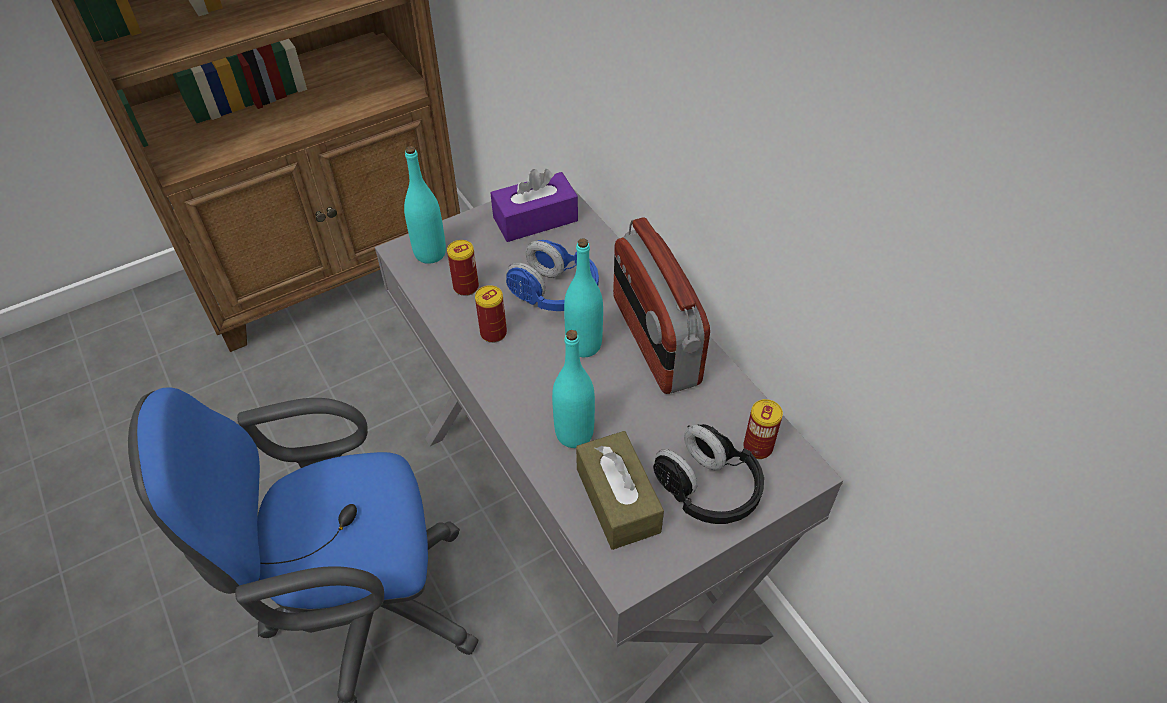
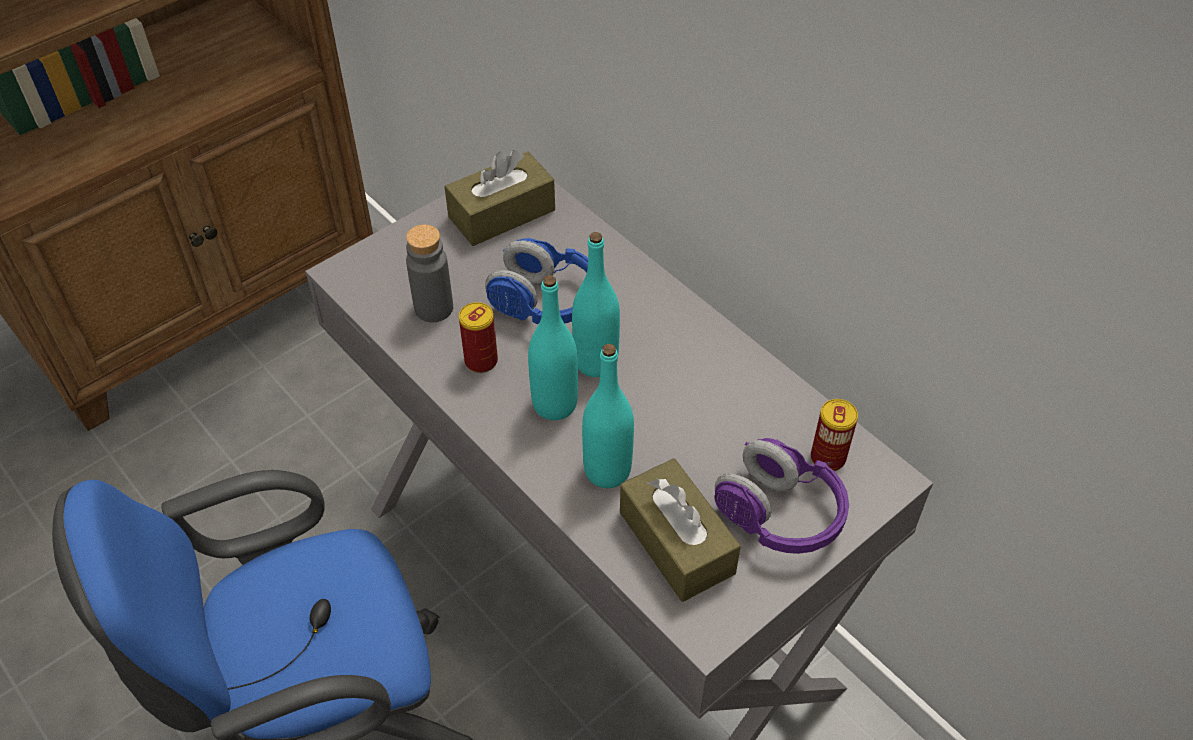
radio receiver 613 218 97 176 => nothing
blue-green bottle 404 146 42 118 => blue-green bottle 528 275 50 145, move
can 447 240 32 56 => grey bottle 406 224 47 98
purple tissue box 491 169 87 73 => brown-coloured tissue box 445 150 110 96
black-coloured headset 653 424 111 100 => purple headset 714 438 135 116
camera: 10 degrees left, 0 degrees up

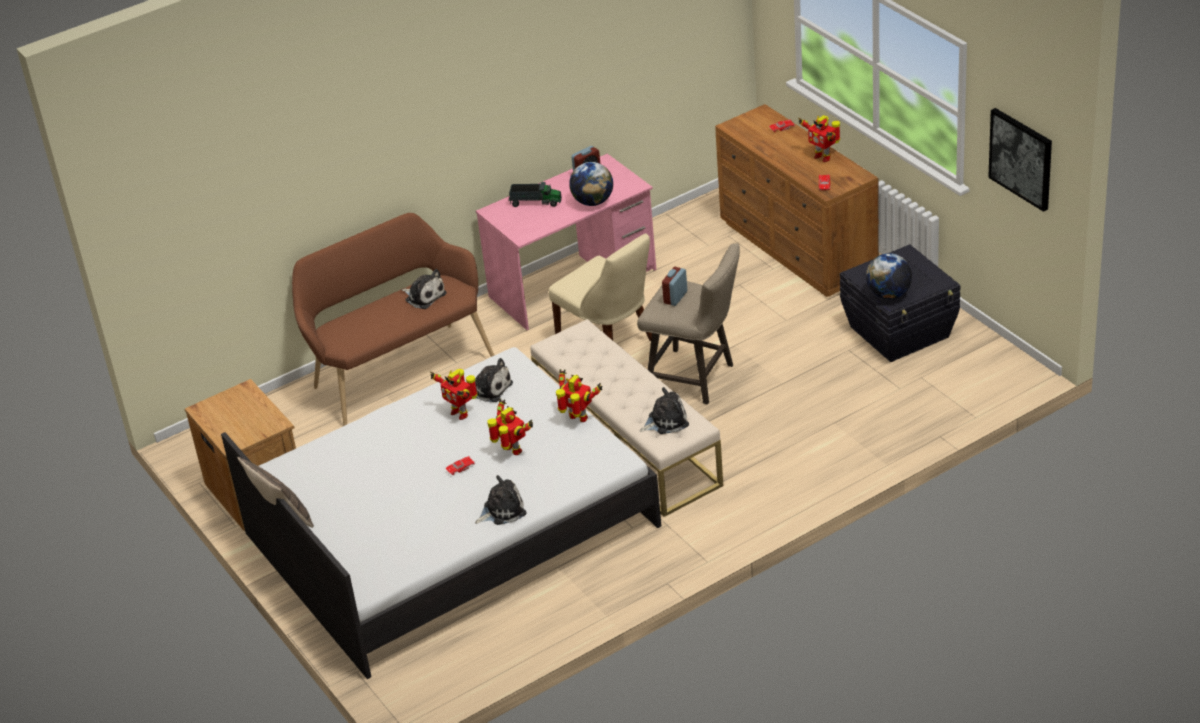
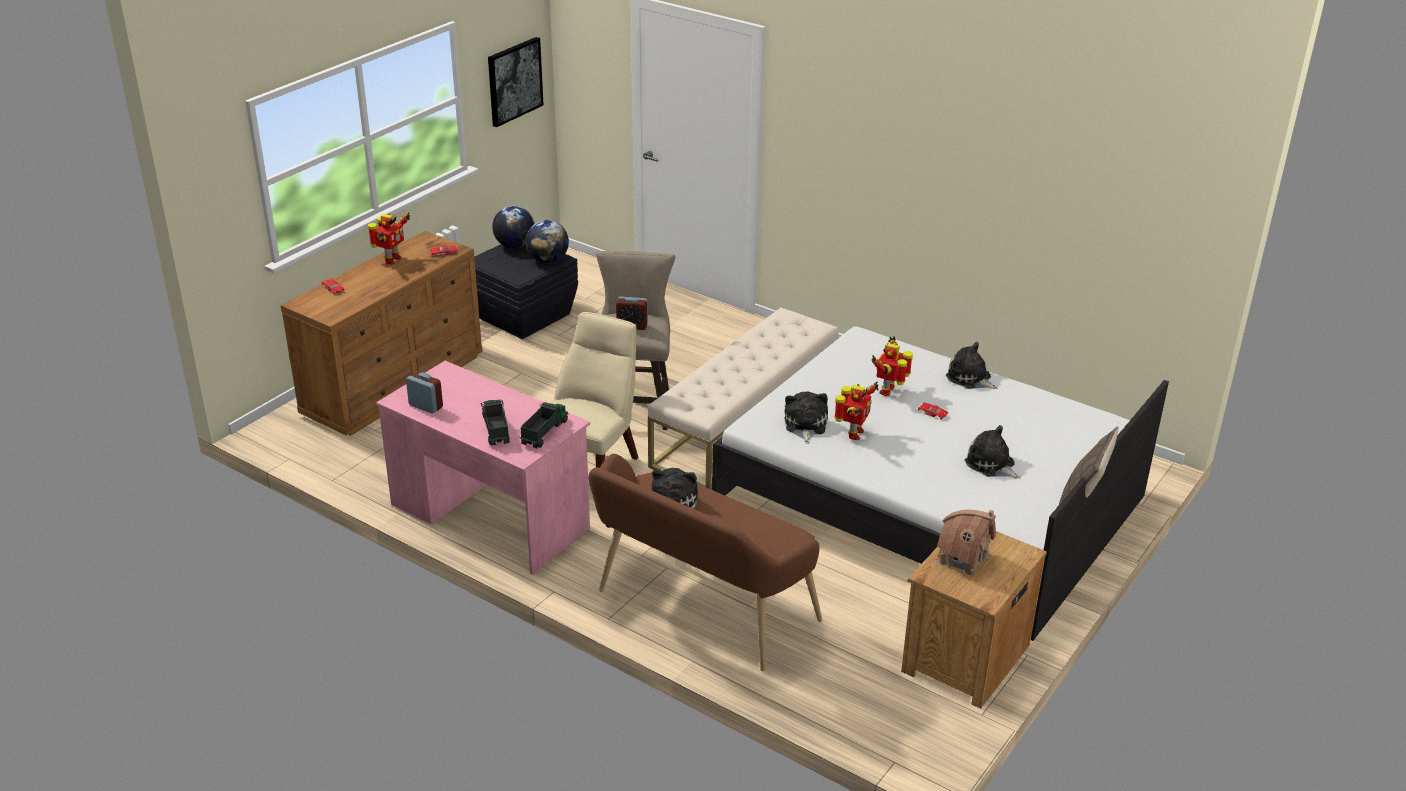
toy robot 556 369 46 53 => nothing
nothing => toy truck 520 402 48 46
nothing => miniature house 937 509 59 68
desk globe 569 162 44 44 => desk globe 492 206 43 42, move
soft toy 640 387 49 47 => soft toy 965 425 56 54, move
camera: 115 degrees left, 5 degrees down

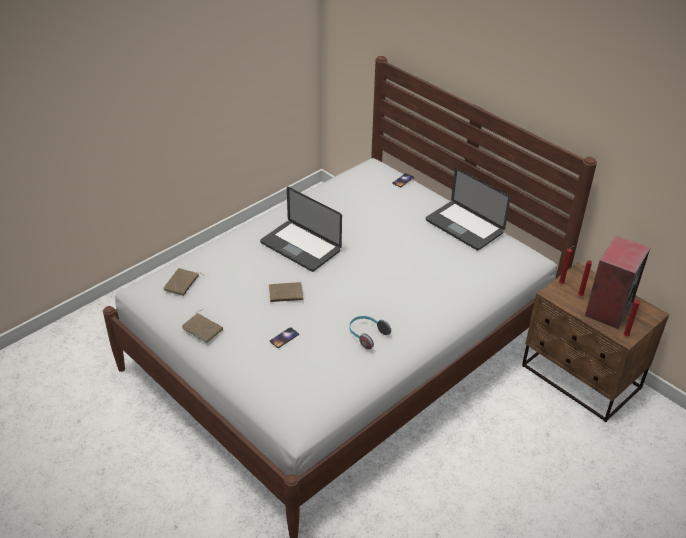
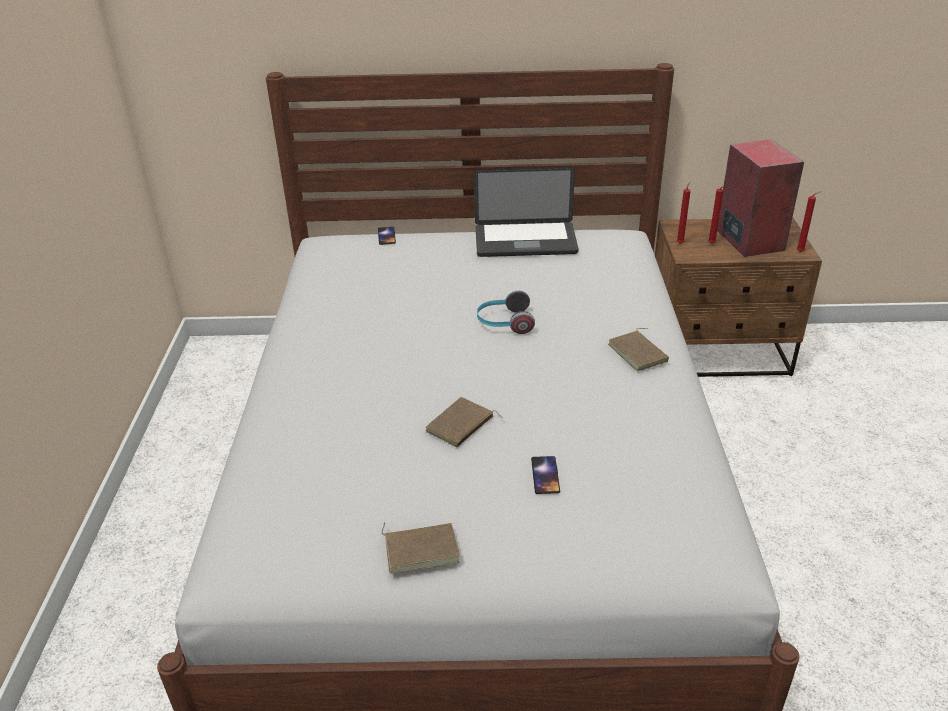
portable computer 260 187 82 85 => nothing
brown-coloured bound book 164 268 41 28 => brown-coloured bound book 608 328 61 43, move
headset 349 316 42 33 => headset 477 291 58 43, move
camera: 45 degrees left, 5 degrees down

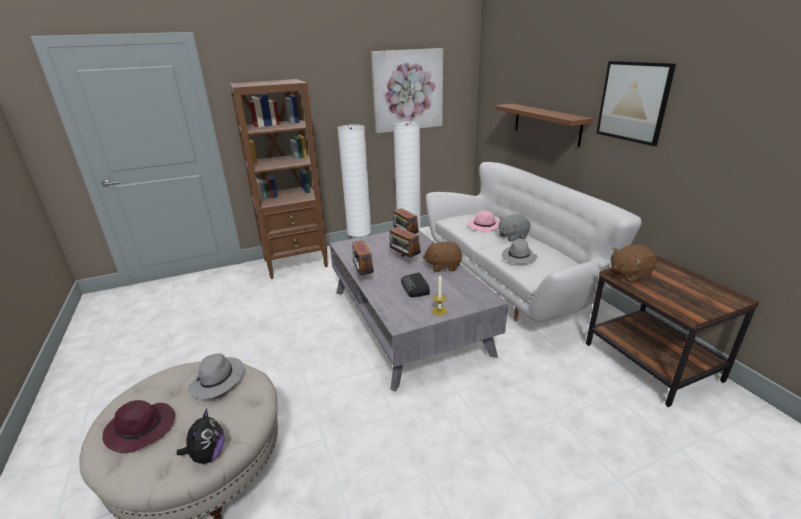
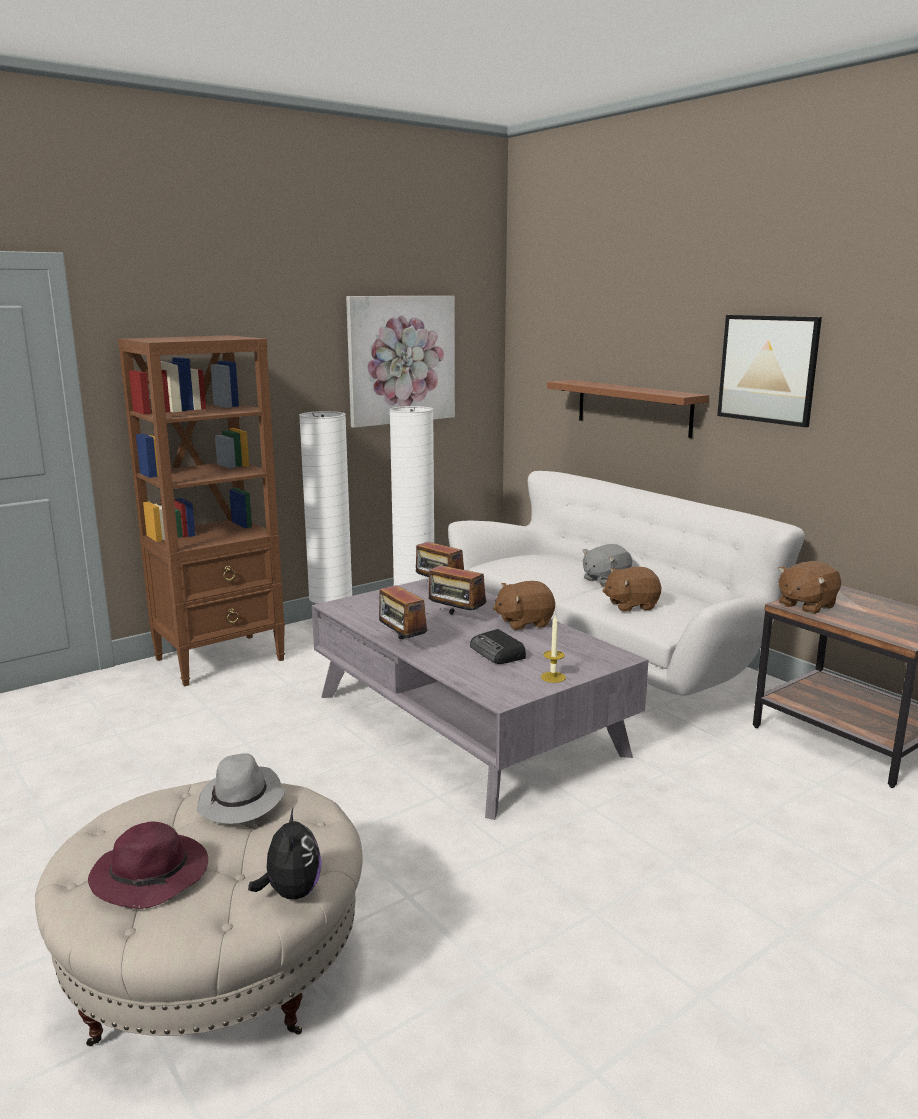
pink-coloured hat 468 211 31 21 => nothing
grey hat 502 239 35 25 => brown-coloured soft toy 603 567 59 45
camera: 15 degrees left, 10 degrees down

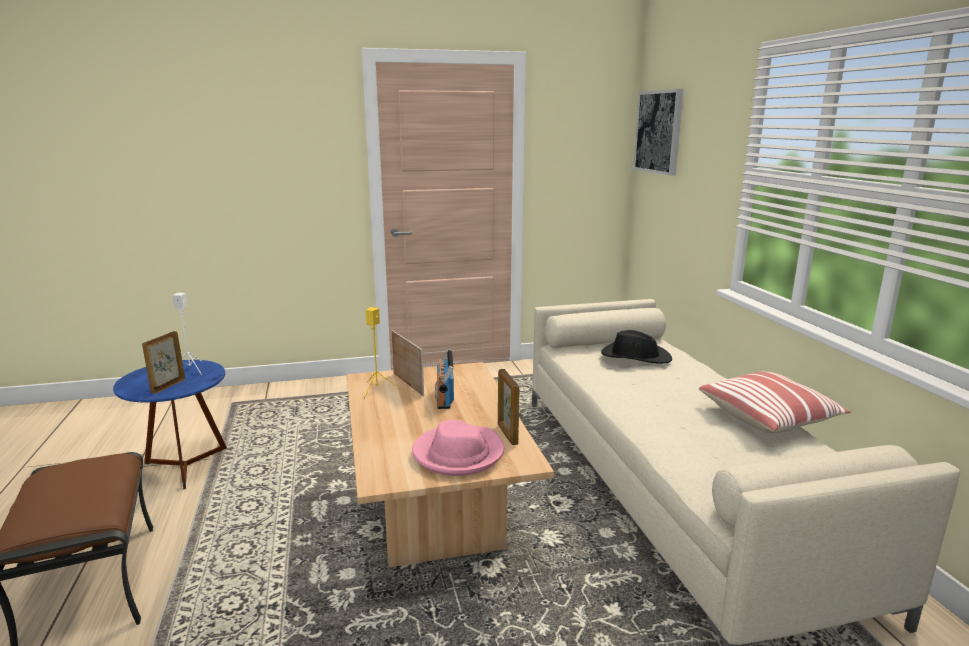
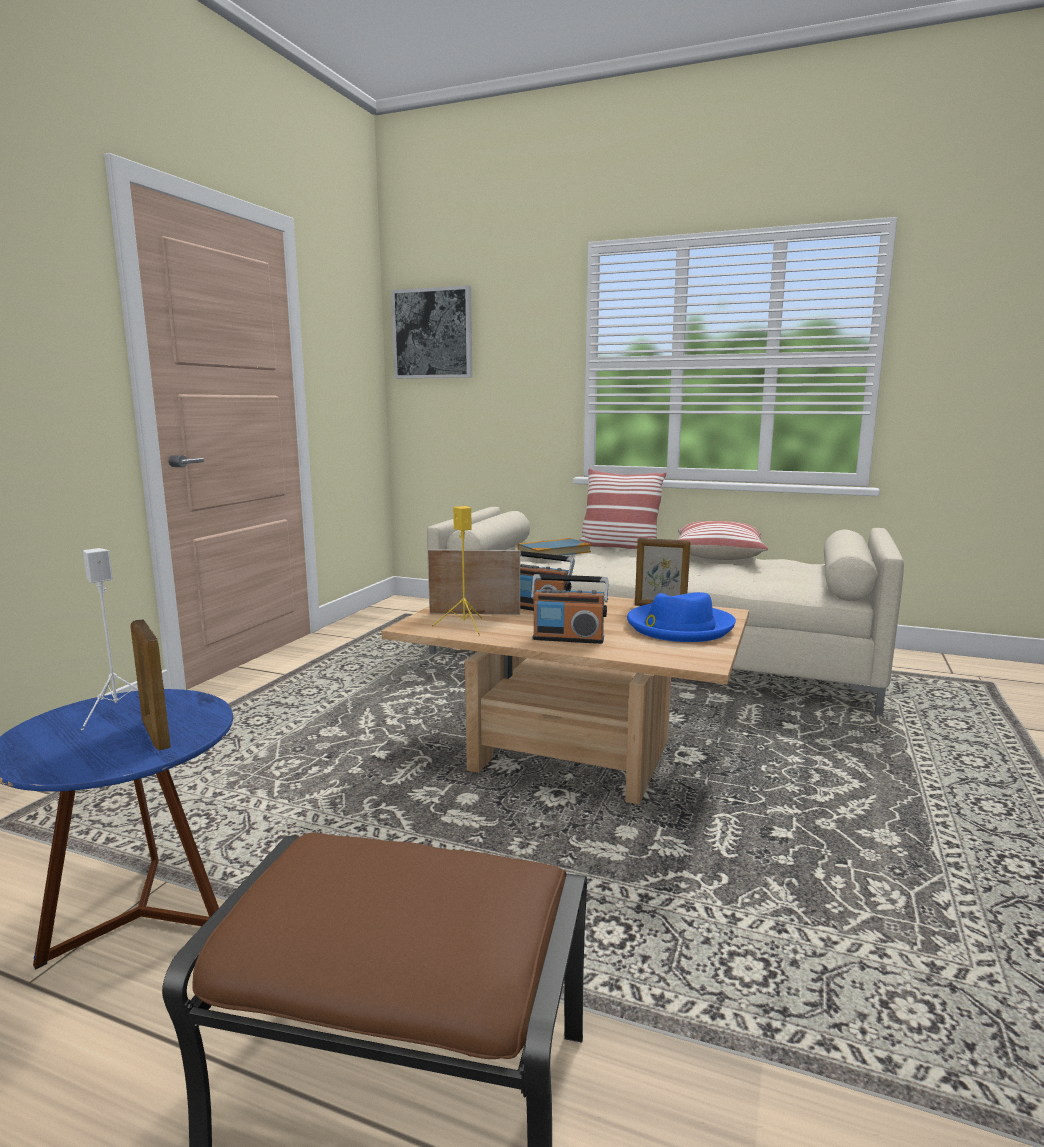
nothing => radio receiver 531 574 78 70
nothing => throw pillow 579 469 87 80
black-coloured hat 601 330 71 34 => bound book 518 538 73 21
pink-coloured hat 412 420 92 56 => bluish hat 627 592 109 50
camera: 55 degrees left, 5 degrees down

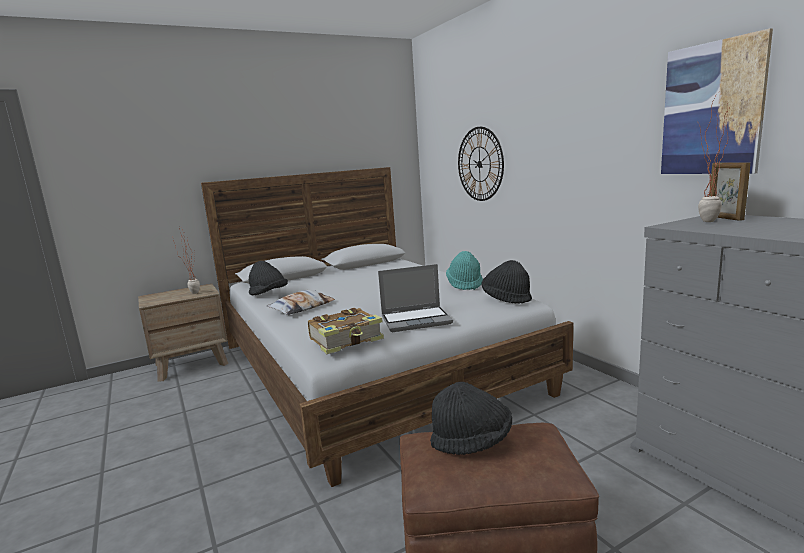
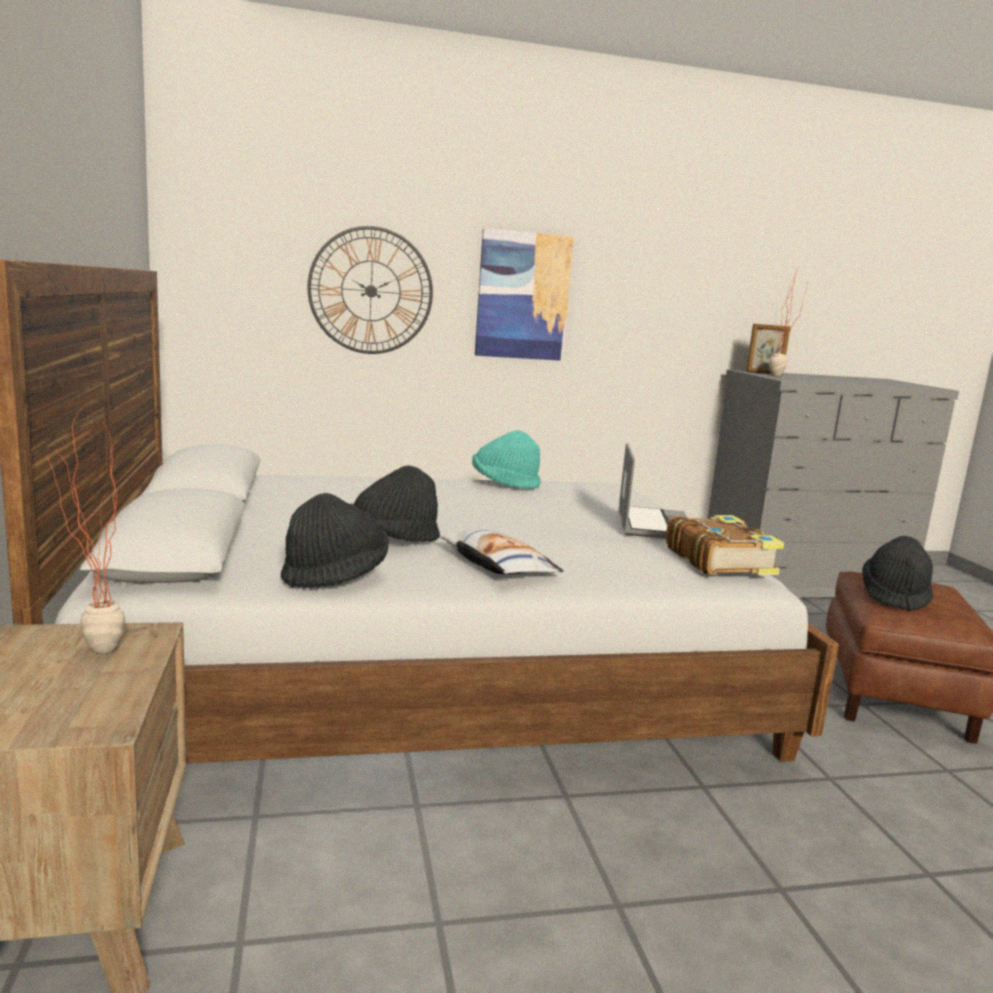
black-coloured hat 482 260 50 44 => black-coloured hat 351 465 89 77, move
wall art 661 28 112 146 => wall art 475 228 99 133, move
camera: 75 degrees left, 0 degrees up

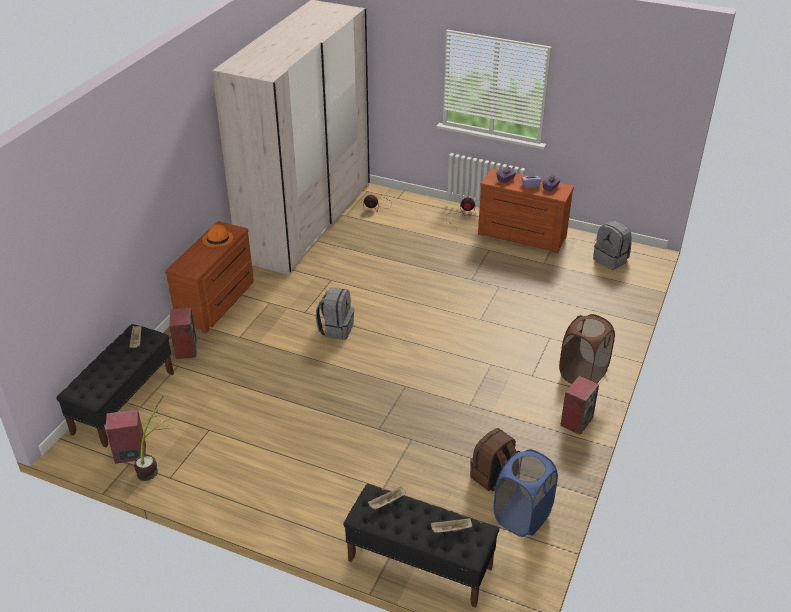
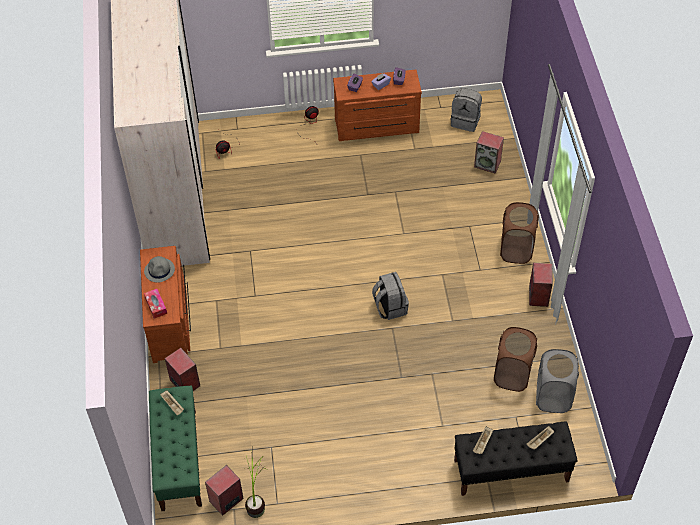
nothing => tissue box 144 289 23 29
nothing => audio speaker 474 131 30 43
grey backpack 316 287 38 53 => grey backpack 372 272 37 48, move
brown-coloured backpack 470 428 46 63 => brown-coloured hamper 494 327 43 65
black-coloured bench 56 324 118 123 => greenish bench 149 386 53 125
orange-coloured hat 202 224 31 23 => grey hat 144 256 31 27
bluish hamper 493 449 65 88 => grey hamper 536 349 43 64
camera: 30 degrees left, 15 degrees up

